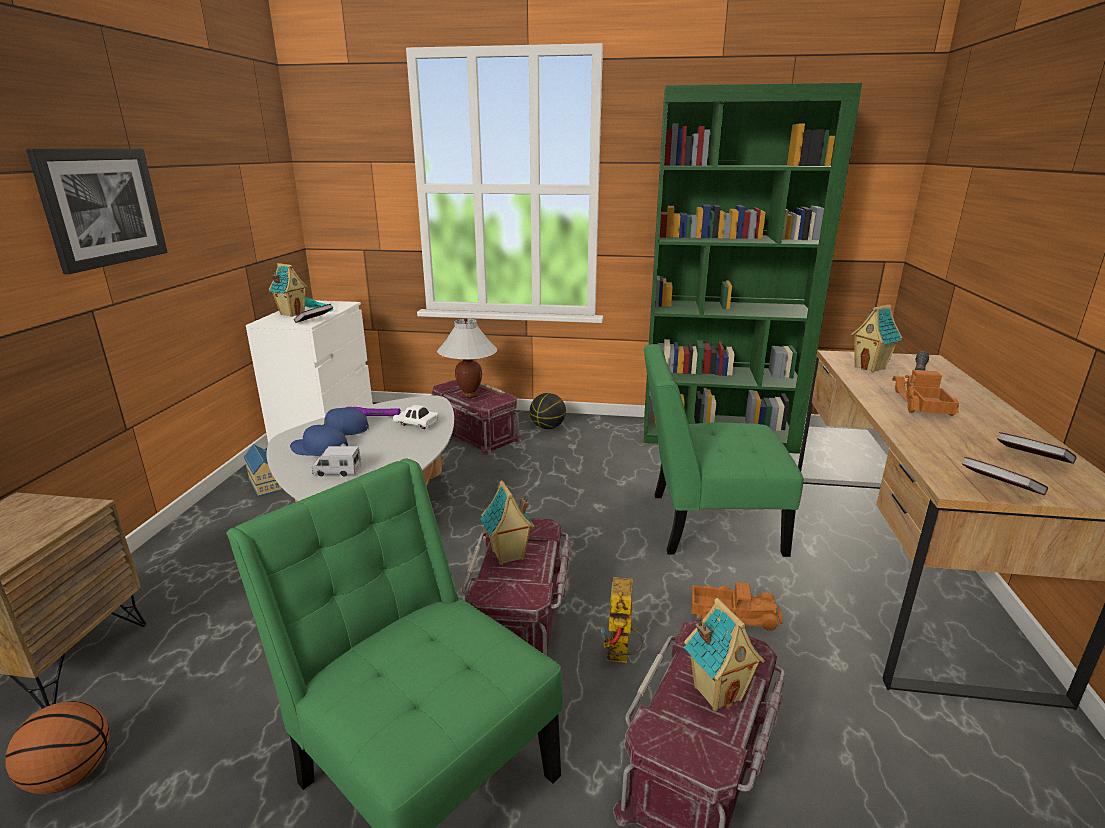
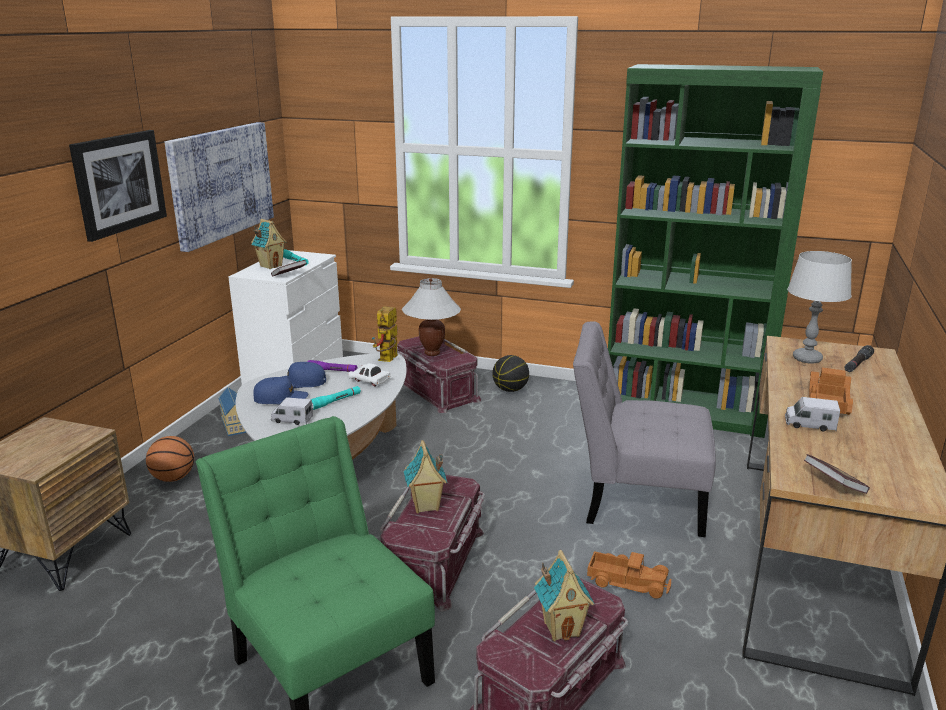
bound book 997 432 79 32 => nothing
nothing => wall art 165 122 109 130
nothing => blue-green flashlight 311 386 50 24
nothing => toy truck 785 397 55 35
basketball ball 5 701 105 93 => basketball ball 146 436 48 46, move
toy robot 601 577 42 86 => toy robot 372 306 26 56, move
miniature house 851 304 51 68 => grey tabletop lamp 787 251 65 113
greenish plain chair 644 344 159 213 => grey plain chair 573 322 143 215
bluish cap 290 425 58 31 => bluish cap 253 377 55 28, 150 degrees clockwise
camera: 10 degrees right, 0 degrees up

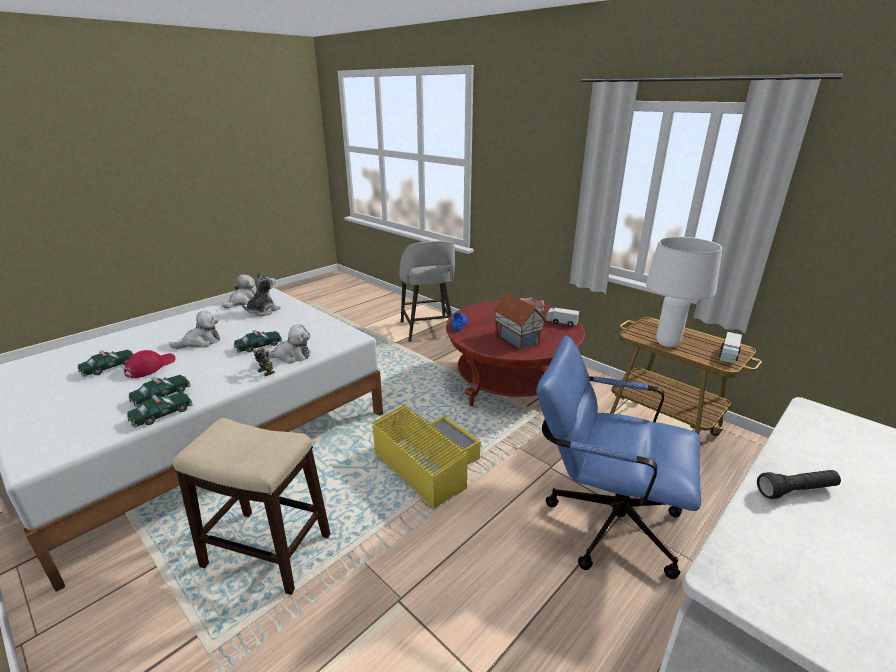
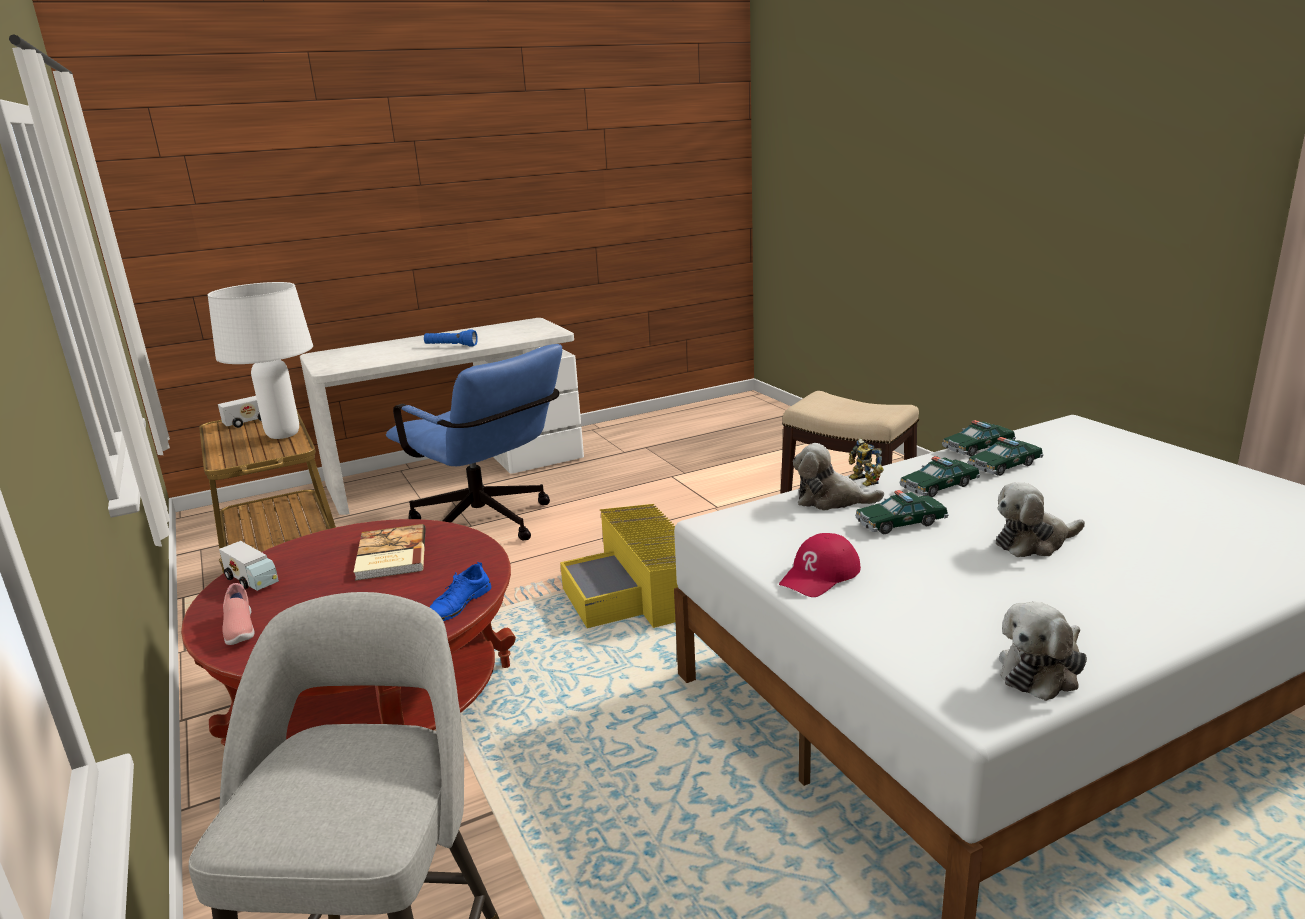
soft toy 241 271 39 45 => nothing
miniature car 77 350 56 27 => miniature car 900 456 80 41, move
red-coloured cap 124 350 52 28 => red-coloured cap 779 533 82 64, move
miniature house 493 293 54 57 => bound book 353 524 73 57
black-coloured flashlight 757 470 84 29 => bluish flashlight 424 330 54 17
camera: 160 degrees left, 5 degrees down

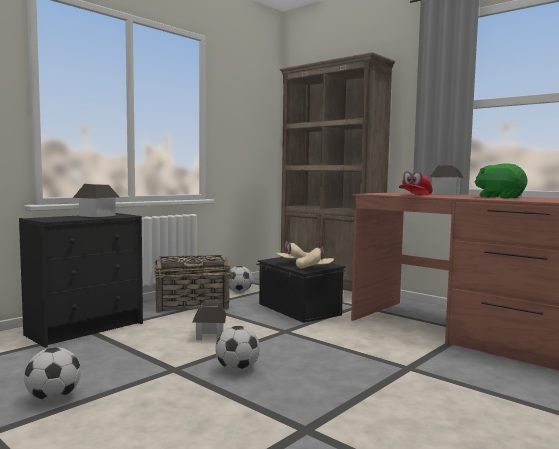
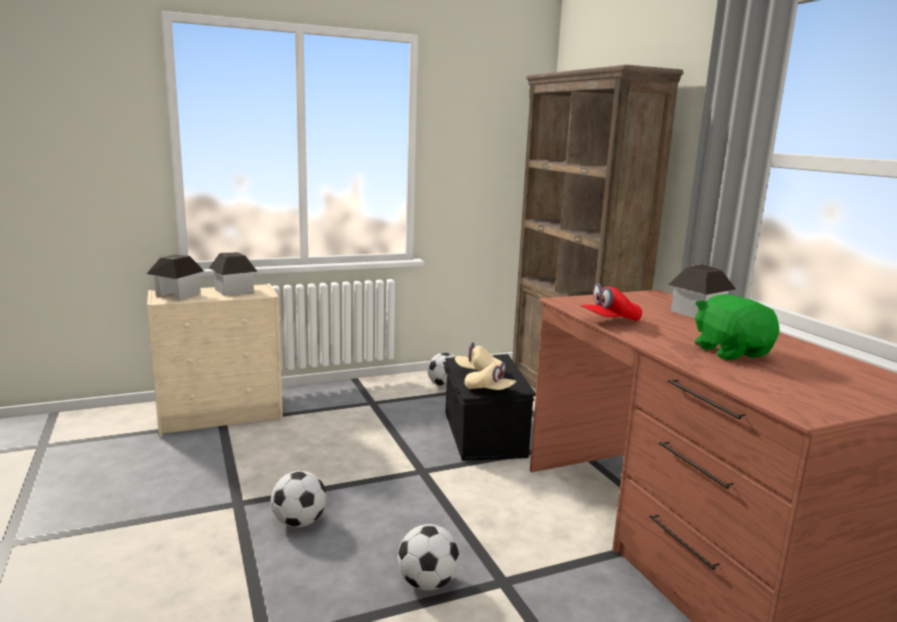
household basket 154 255 78 58 => nothing
football 24 347 57 54 => football 398 524 62 66, move
miniature house 192 302 34 38 => miniature house 147 254 57 45, move
black-coloured dresser 19 213 124 135 => beige-coloured dresser 147 284 136 153
camera: 25 degrees right, 10 degrees up

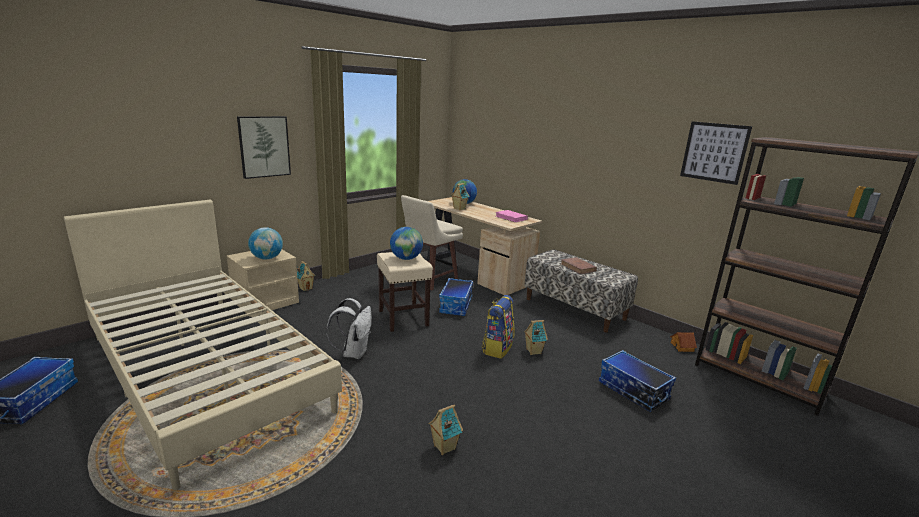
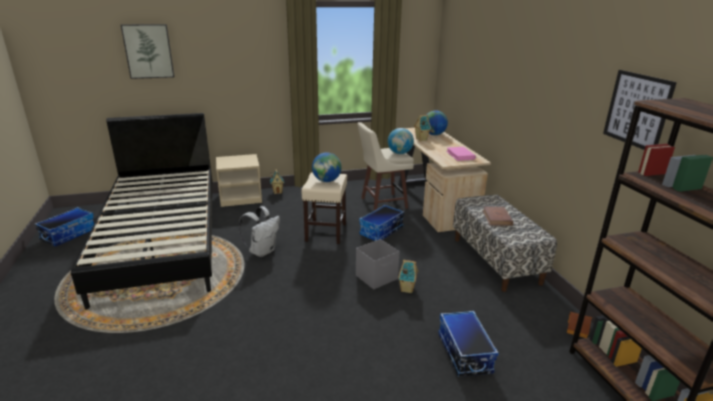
miniature house 428 404 35 51 => nothing
wall art 237 116 54 63 => wall art 121 24 53 55, move
desk globe 248 227 35 32 => desk globe 388 128 26 26, move
backpack 482 295 33 64 => grey storage container 356 239 44 50
beige-coloured bedroom bed 64 200 278 291 => black-coloured bedroom bed 71 113 142 196
camera: 30 degrees right, 5 degrees up

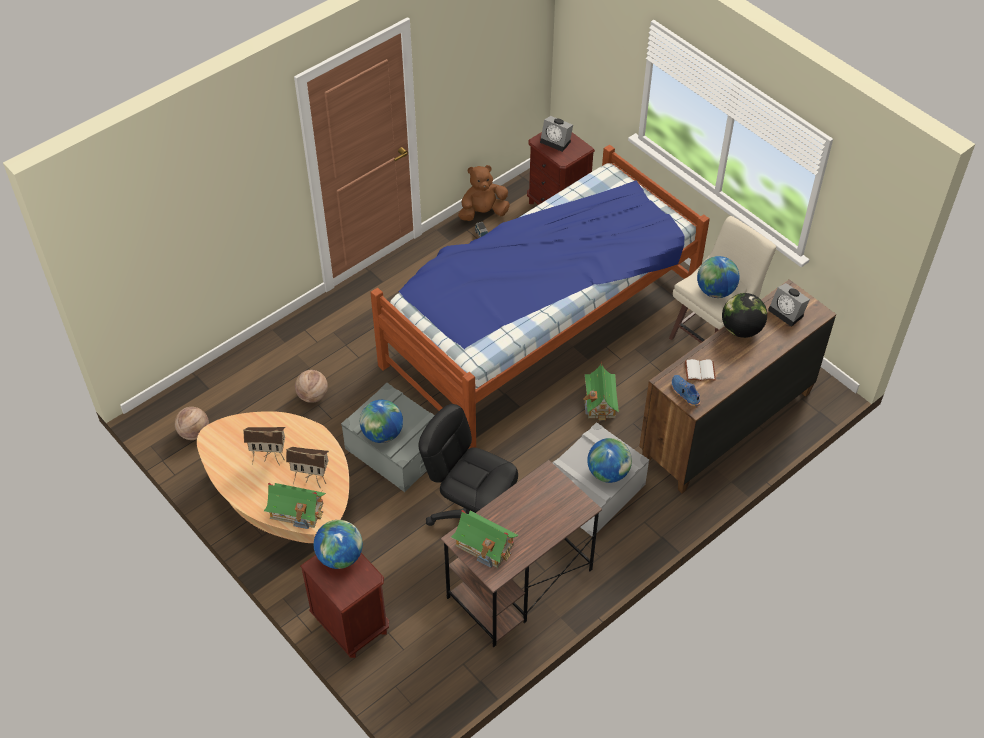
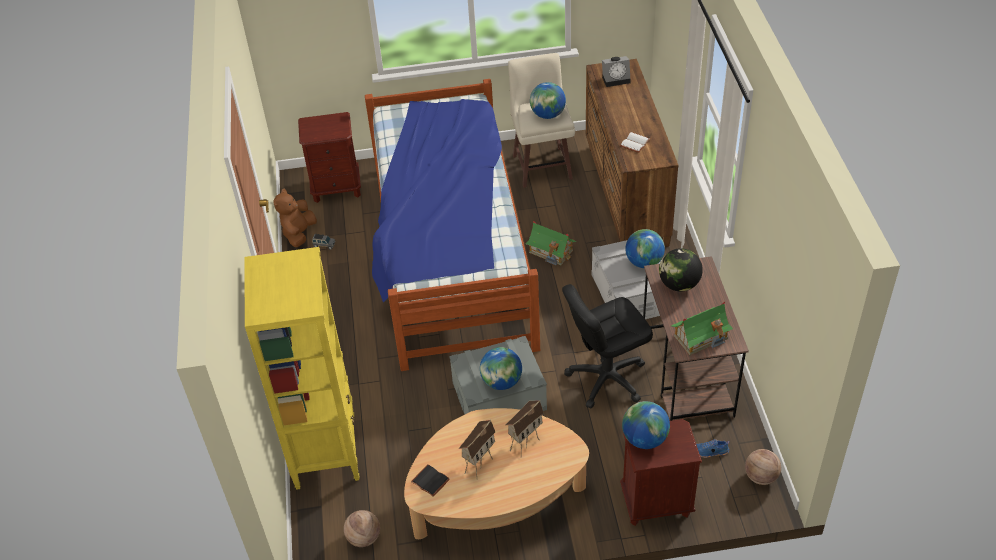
miniature house 264 483 62 46 => nothing
alarm clock 540 116 33 36 => nothing
nothing => yellow shelving unit 245 247 115 243
nothing => black-coloured bound book 411 465 39 32
basketball ball 295 370 33 33 => basketball ball 745 449 36 36, move
bluish low shoe 672 375 28 31 => bluish low shoe 696 439 33 19, move
desk globe 722 293 45 45 => desk globe 659 248 44 44, move
camera: 55 degrees left, 5 degrees down

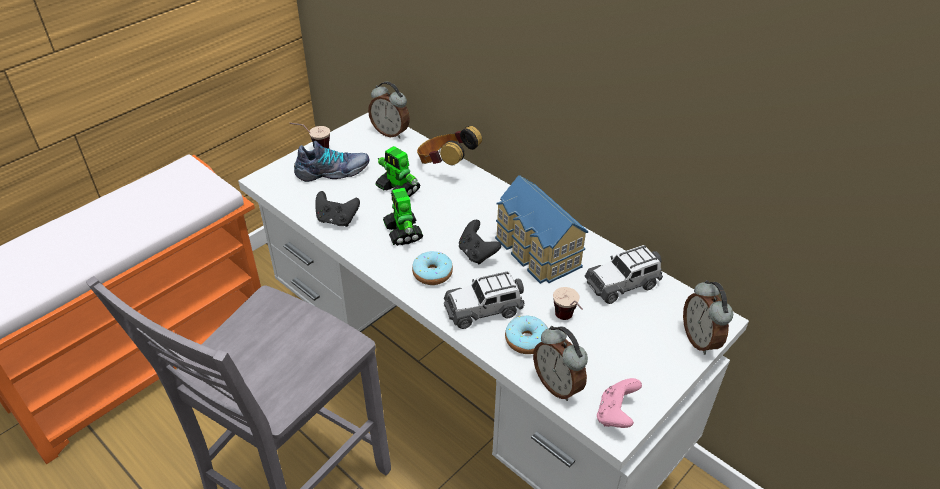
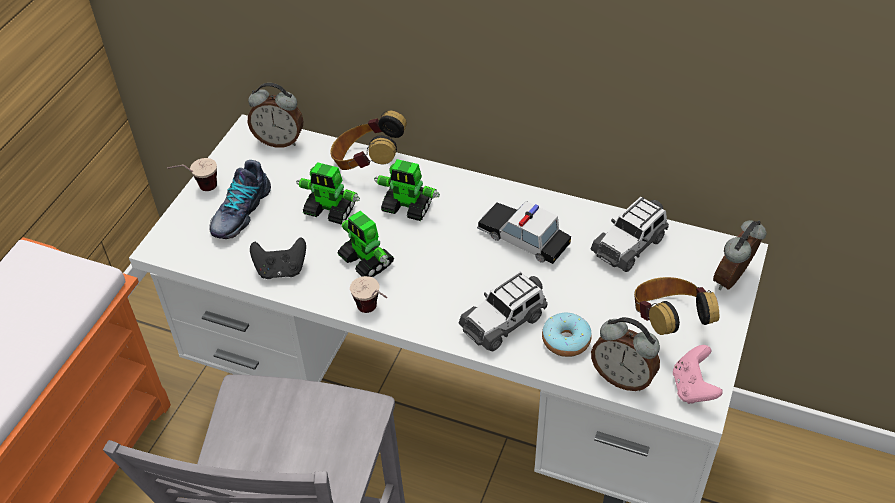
doughnut 412 251 41 34 => nothing
black-coloured joypad 459 220 42 45 => nothing
nothing => toy robot 374 159 66 62
nothing => headset 634 277 85 58
small cup 553 287 29 33 => small cup 350 276 37 37, move
miniature house 495 175 93 109 => miniature car 477 201 94 63
low shoe 294 141 75 41 => low shoe 209 160 62 79, 150 degrees clockwise
alarm clock 683 280 50 75 => alarm clock 713 220 53 70, 75 degrees clockwise
camera: 20 degrees left, 5 degrees up

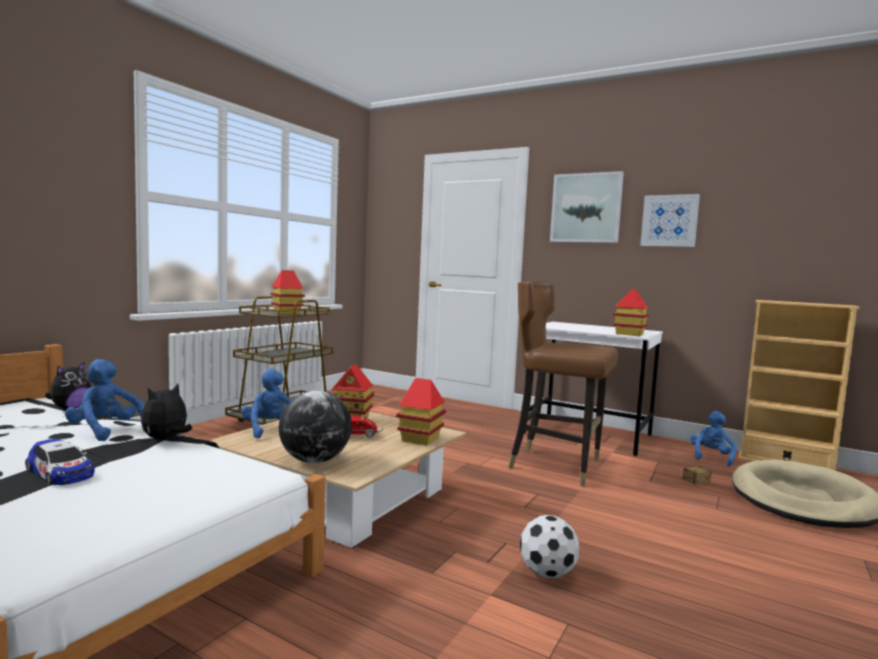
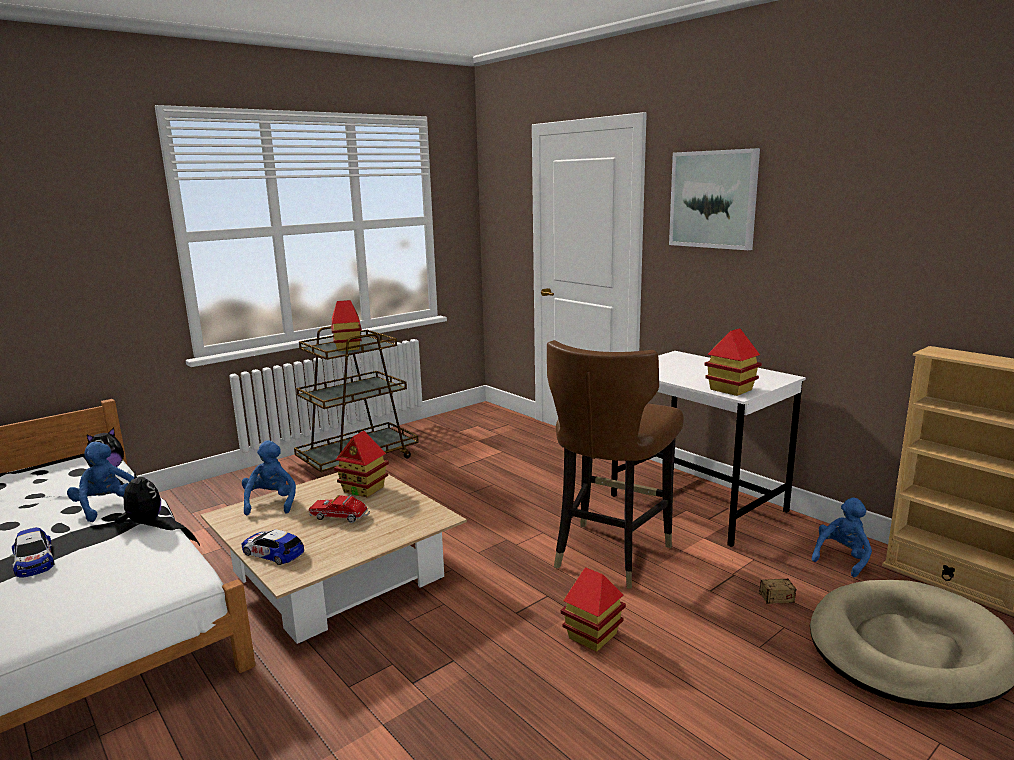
football 520 515 60 63 => nothing
wall art 640 194 60 53 => nothing
miniature house 396 378 50 67 => miniature house 561 567 65 85, move
desk globe 279 391 73 72 => miniature car 242 529 62 36
soft toy 141 384 51 56 => soft toy 115 470 46 54, 90 degrees clockwise
brown-coloured plain chair 508 281 110 206 => brown-coloured plain chair 547 340 137 249, 105 degrees counterclockwise
camera: 20 degrees right, 10 degrees up

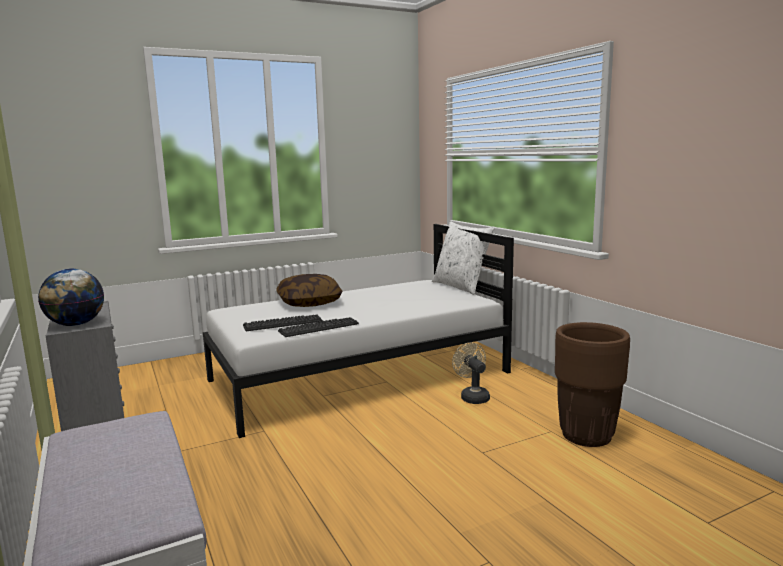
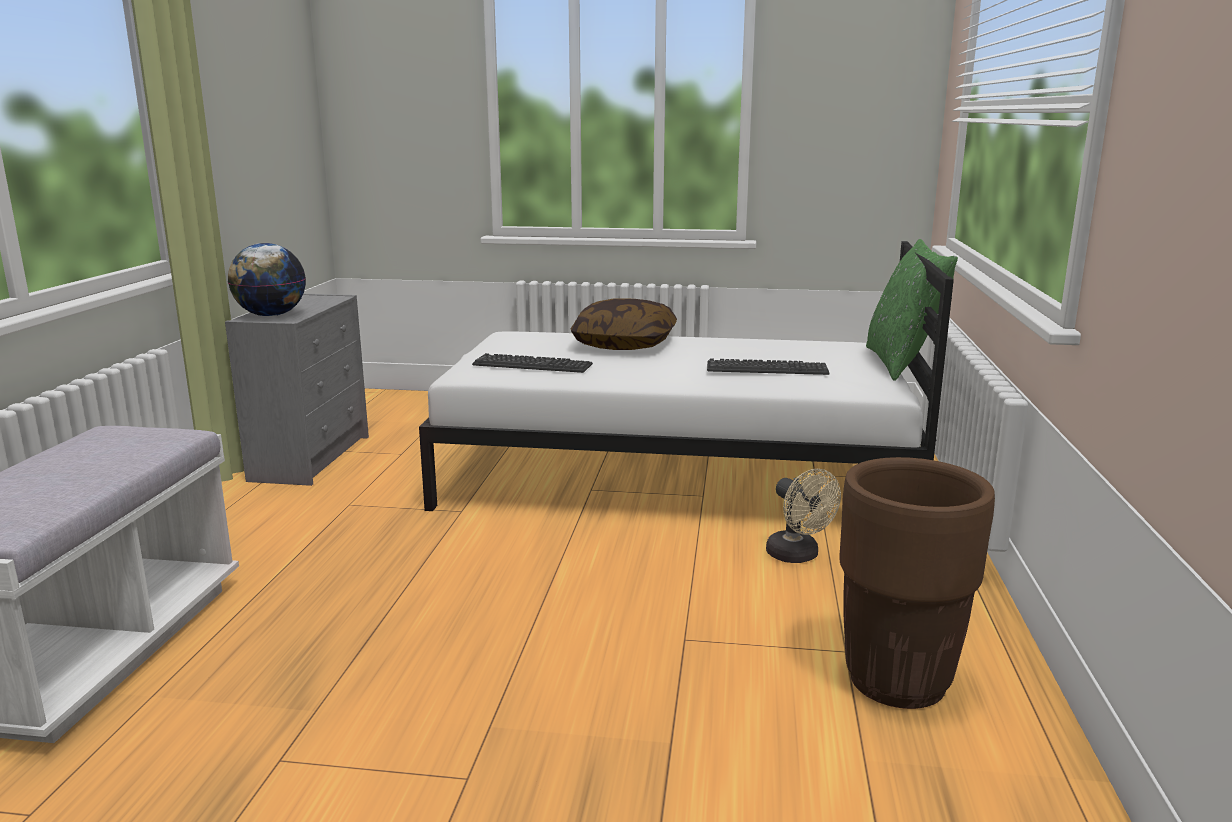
PC keyboard 278 317 81 20 => PC keyboard 707 359 123 16, move
whitish throw pillow 432 221 63 74 => greenish throw pillow 866 239 92 142
beige-coloured fan 452 342 38 62 => beige-coloured fan 766 469 75 94, 135 degrees clockwise
camera: 35 degrees right, 5 degrees up

